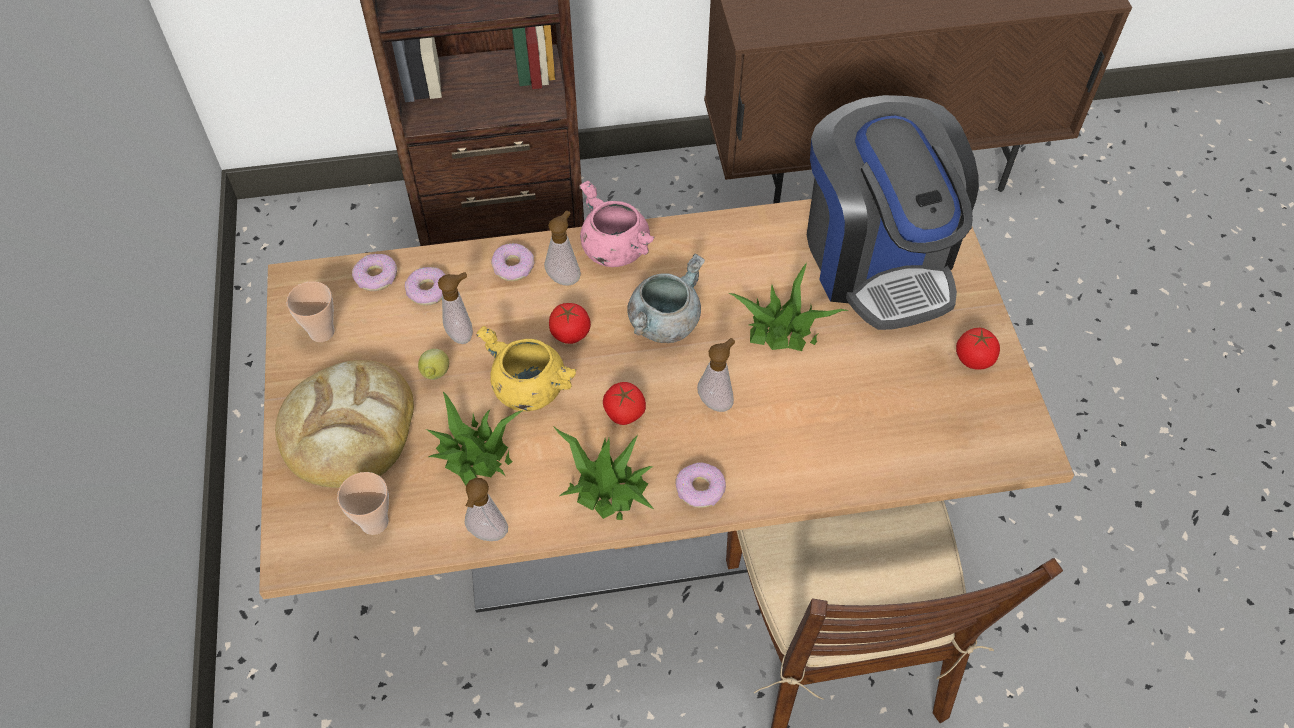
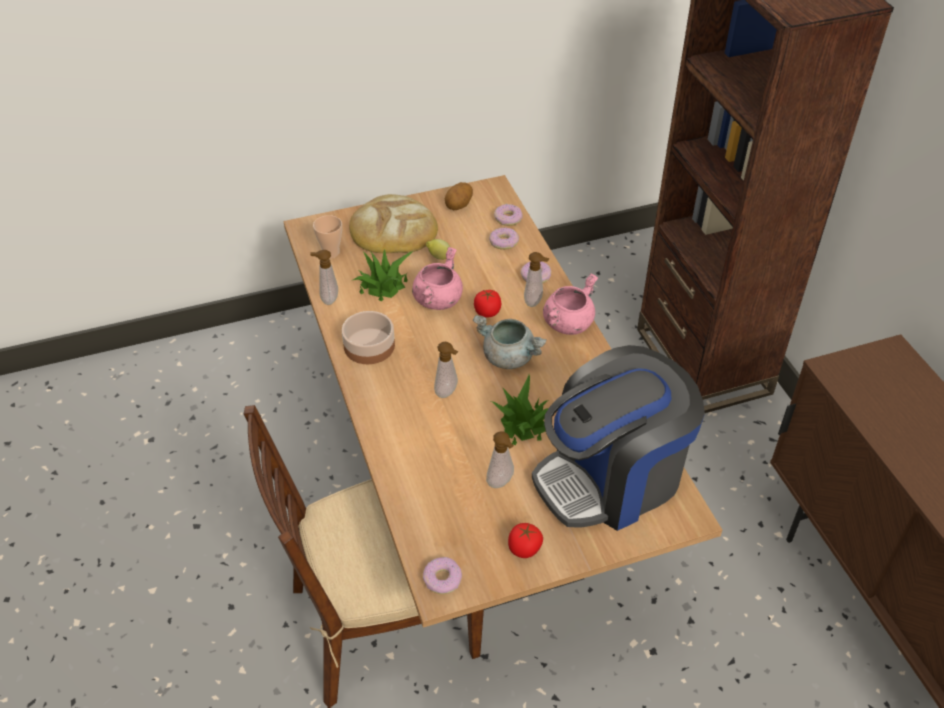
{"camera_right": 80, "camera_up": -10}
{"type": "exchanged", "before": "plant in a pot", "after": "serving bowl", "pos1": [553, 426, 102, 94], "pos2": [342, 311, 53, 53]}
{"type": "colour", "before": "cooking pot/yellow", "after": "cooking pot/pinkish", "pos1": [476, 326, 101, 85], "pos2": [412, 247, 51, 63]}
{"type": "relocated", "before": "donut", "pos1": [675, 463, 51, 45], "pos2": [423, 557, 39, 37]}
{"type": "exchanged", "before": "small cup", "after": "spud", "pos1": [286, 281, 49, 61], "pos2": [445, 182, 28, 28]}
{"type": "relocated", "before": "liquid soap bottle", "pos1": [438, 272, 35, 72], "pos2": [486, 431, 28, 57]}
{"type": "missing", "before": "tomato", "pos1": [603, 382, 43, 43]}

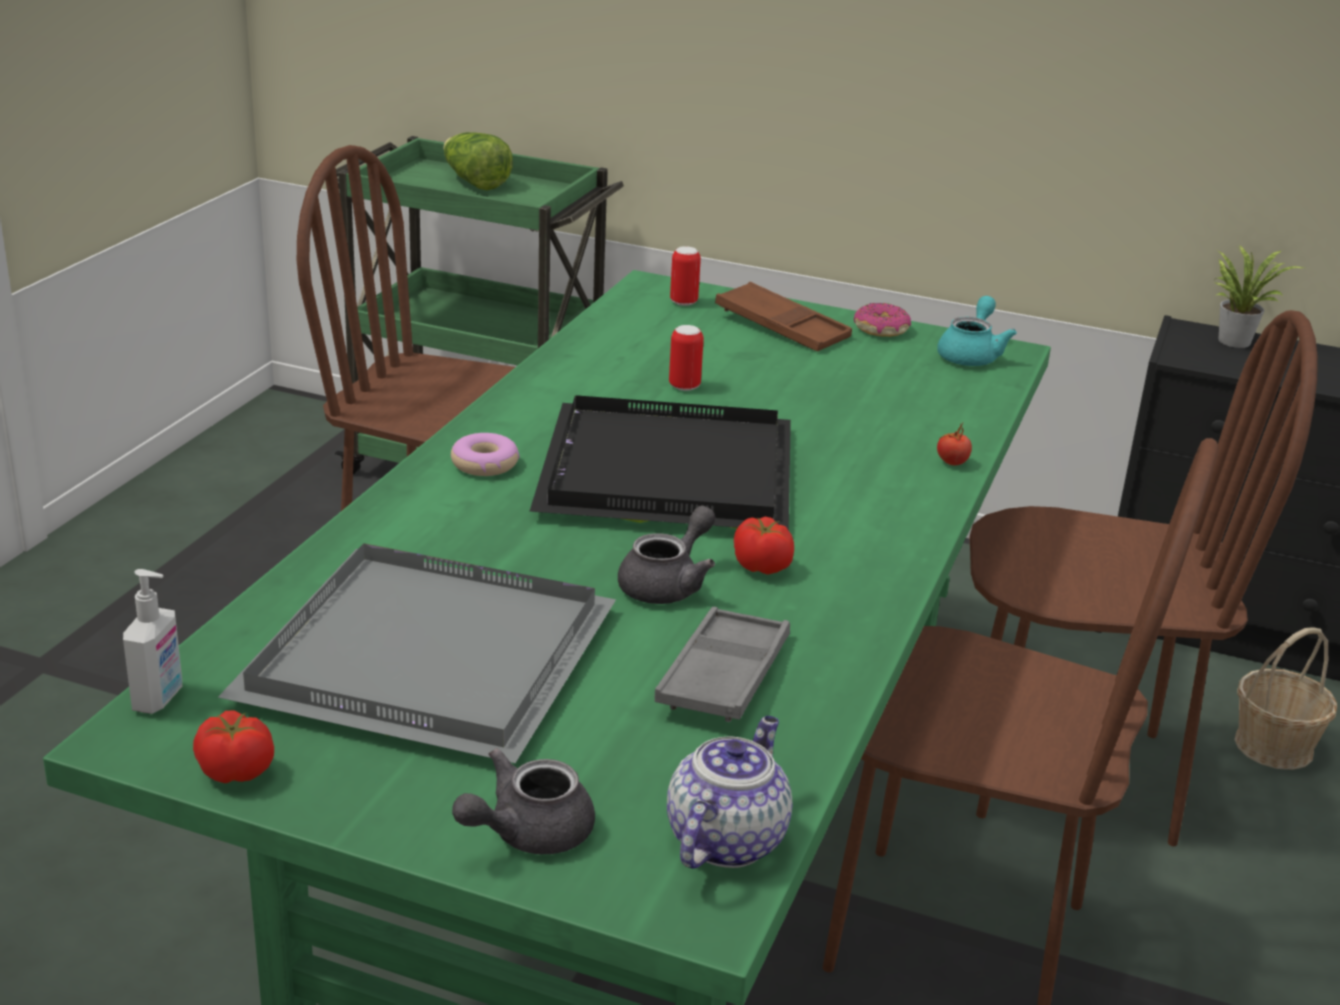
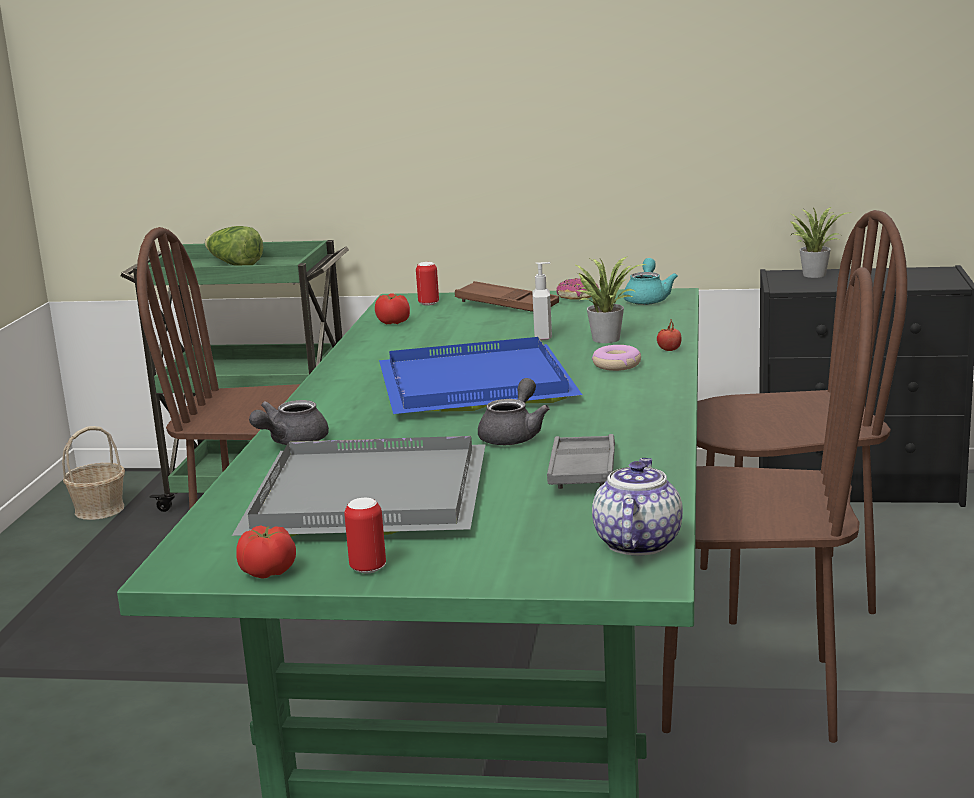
{"camera_right": -10, "camera_up": -10}
{"type": "relocated", "before": "household basket", "pos1": [1234, 627, 103, 143], "pos2": [62, 426, 63, 94]}
{"type": "relocated", "before": "tea pot/greyish", "pos1": [452, 748, 143, 107], "pos2": [249, 400, 80, 45]}
{"type": "relocated", "before": "metal can", "pos1": [669, 325, 35, 66], "pos2": [344, 498, 42, 75]}
{"type": "relocated", "before": "tomato", "pos1": [734, 517, 60, 58], "pos2": [375, 293, 35, 31]}
{"type": "colour", "before": "tray/blackish", "after": "tray/bluish", "pos1": [530, 395, 261, 135], "pos2": [379, 337, 203, 77]}
{"type": "relocated", "before": "liquid soap bottle", "pos1": [123, 569, 59, 145], "pos2": [532, 262, 20, 79]}
{"type": "appeared", "after": "plant in a pot", "pos2": [574, 256, 72, 87]}
{"type": "relocated", "before": "donut", "pos1": [451, 433, 69, 43], "pos2": [592, 345, 49, 26]}

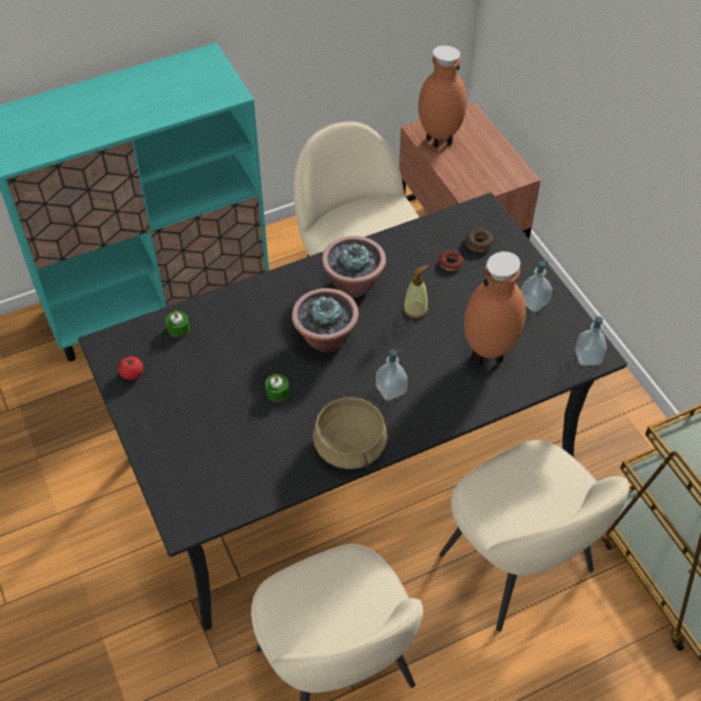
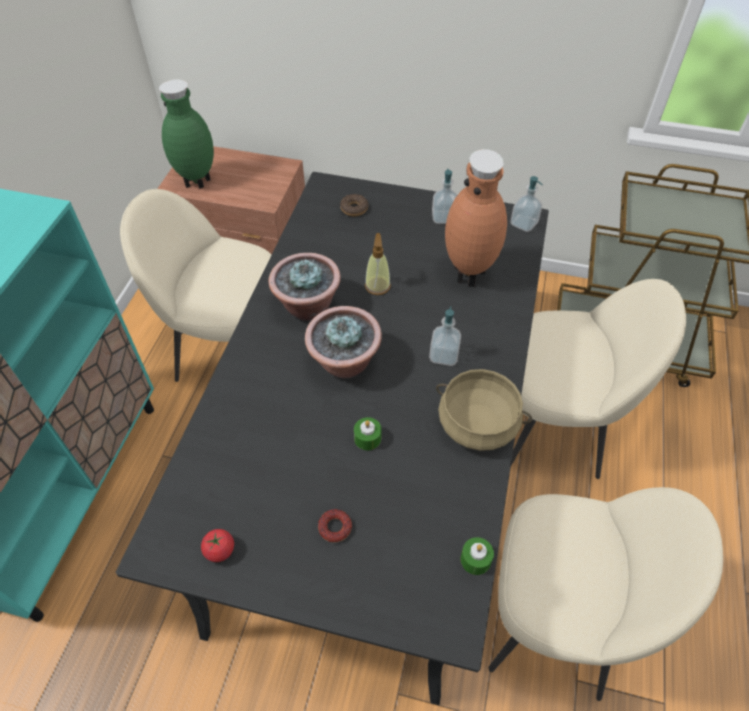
{"camera_right": -50, "camera_up": 0}
{"type": "colour", "before": "decorative vase/brown-coloured", "after": "decorative vase/green", "pos1": [418, 45, 49, 103], "pos2": [159, 80, 55, 109]}
{"type": "relocated", "before": "donut", "pos1": [439, 251, 24, 20], "pos2": [318, 509, 34, 34]}
{"type": "relocated", "before": "wax light/green", "pos1": [166, 311, 24, 26], "pos2": [461, 537, 33, 38]}

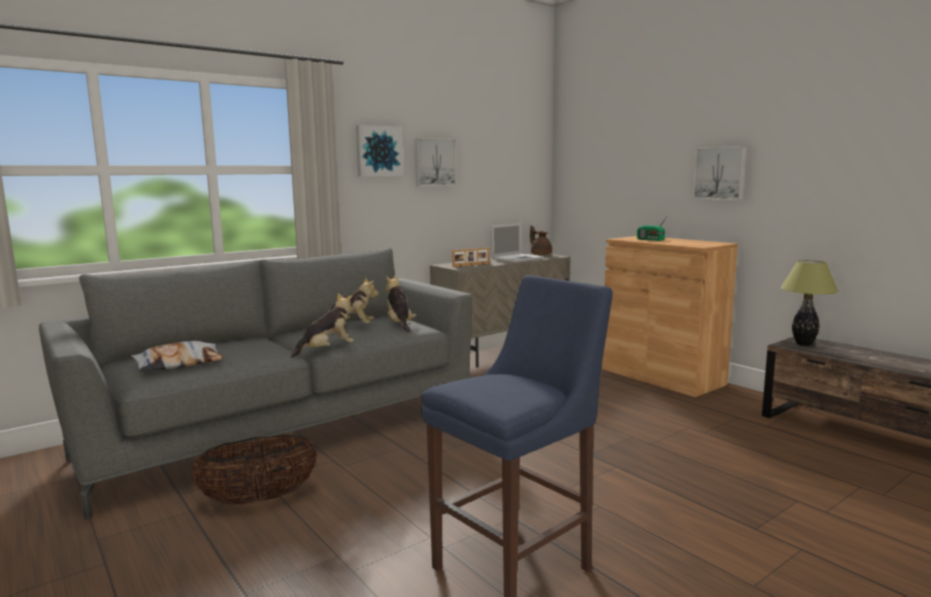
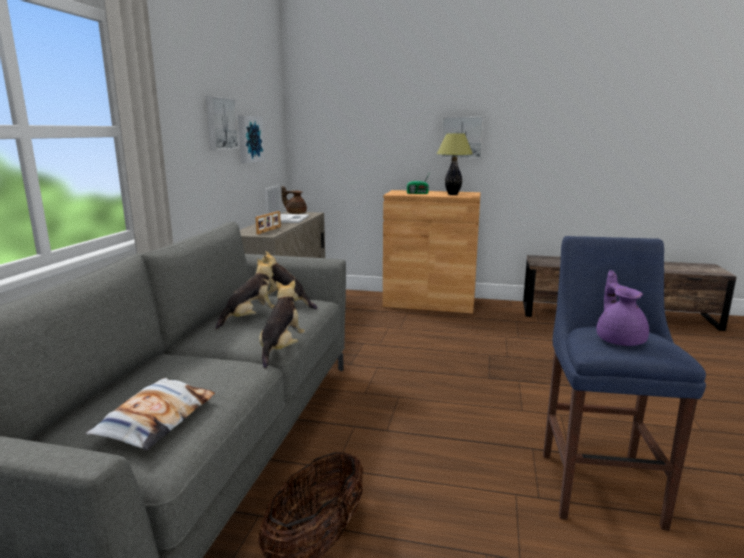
{"camera_right": -40, "camera_up": 5}
{"type": "relocated", "before": "picture", "pos1": [356, 125, 47, 52], "pos2": [238, 116, 27, 47]}
{"type": "relocated", "before": "tabletop lamp", "pos1": [781, 260, 58, 86], "pos2": [437, 133, 36, 62]}
{"type": "appeared", "after": "tea pot/purple-coloured", "pos2": [597, 270, 52, 76]}

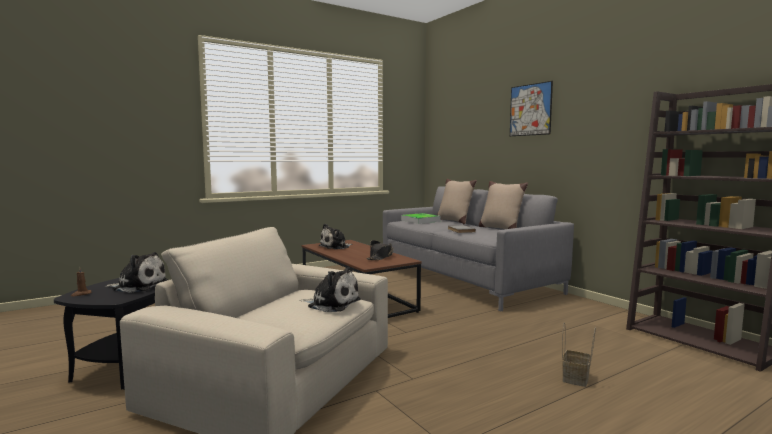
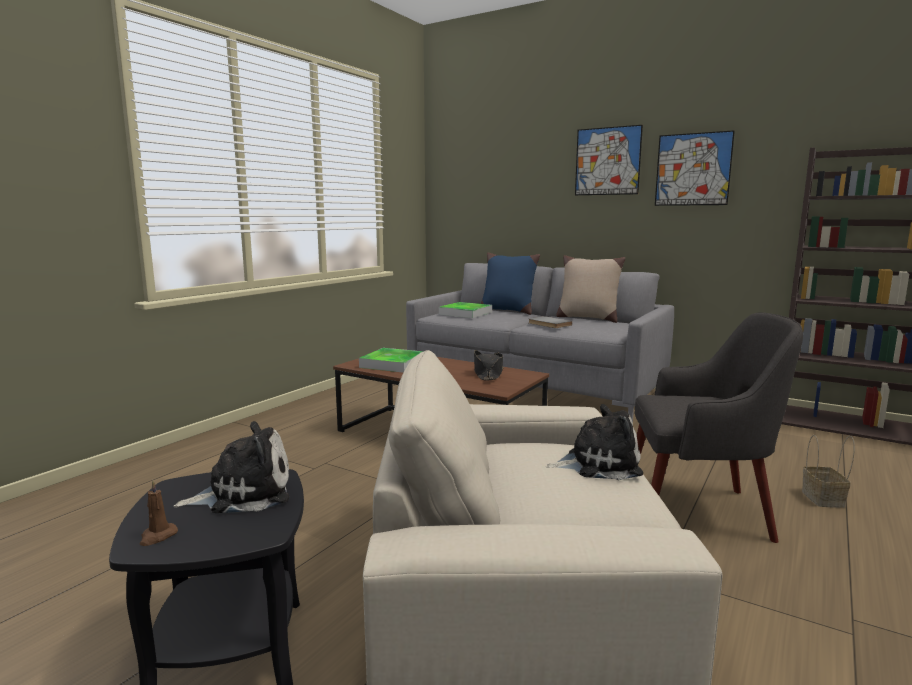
{"camera_right": -25, "camera_up": 5}
{"type": "exchanged", "before": "cuddly toy", "after": "tray", "pos1": [319, 223, 34, 27], "pos2": [359, 348, 65, 25]}
{"type": "colour", "before": "pillow/sand-coloured", "after": "pillow/bluish", "pos1": [437, 179, 40, 46], "pos2": [481, 253, 59, 62]}
{"type": "appeared", "after": "armchair/greyish", "pos2": [635, 312, 168, 231]}
{"type": "appeared", "after": "picture", "pos2": [655, 130, 80, 76]}

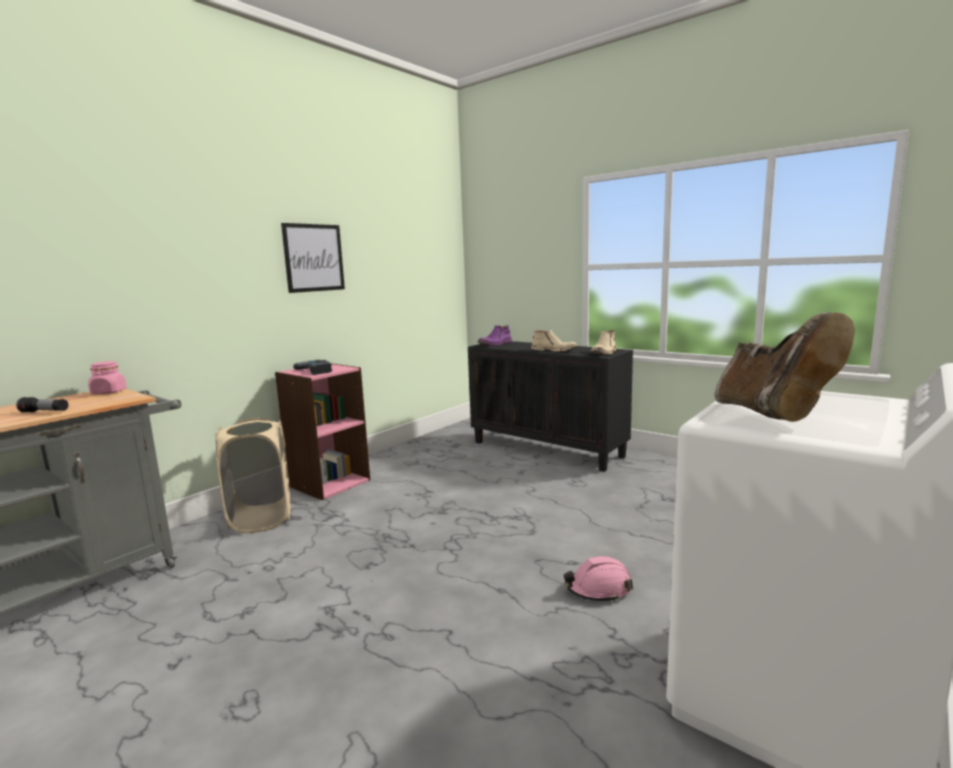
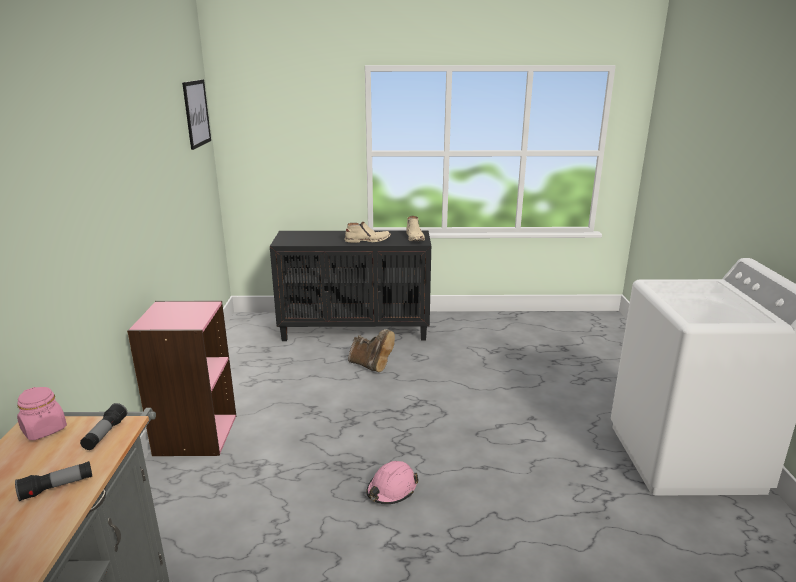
{"camera_right": -40, "camera_up": 10}
{"type": "appeared", "after": "torch", "pos2": [80, 403, 47, 47]}
{"type": "relocated", "before": "picture", "pos1": [281, 223, 64, 70], "pos2": [182, 79, 29, 71]}
{"type": "relocated", "before": "high-top boot/brown-coloured", "pos1": [714, 312, 141, 110], "pos2": [348, 329, 47, 43]}
{"type": "relocated", "before": "work helmet/pinkish", "pos1": [564, 556, 69, 46], "pos2": [366, 461, 53, 43]}
{"type": "missing", "before": "washing basket/sand-coloured", "pos1": [216, 418, 75, 115]}
{"type": "missing", "before": "electric drill", "pos1": [293, 360, 39, 15]}
{"type": "missing", "before": "high-top boot/purple-coloured", "pos1": [477, 325, 35, 21]}

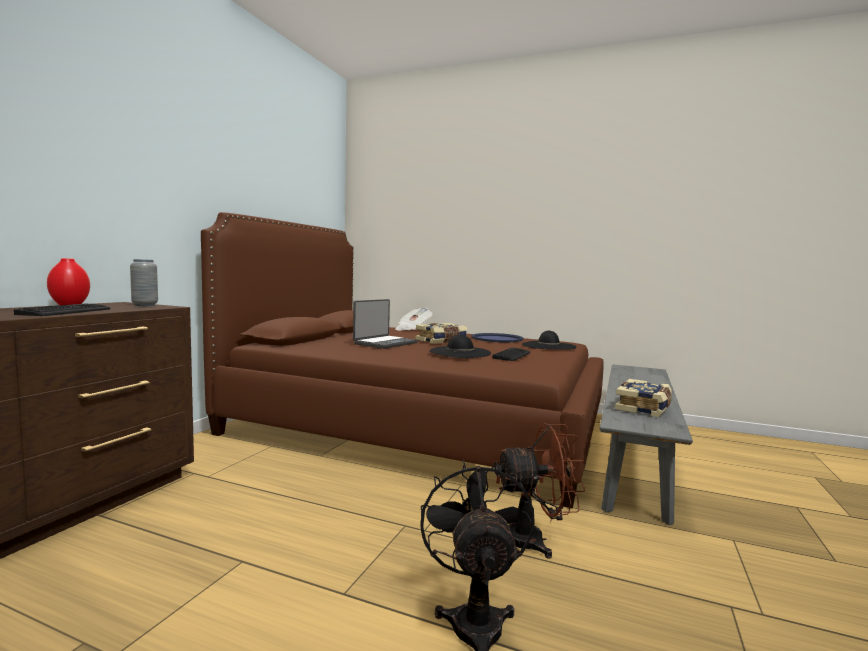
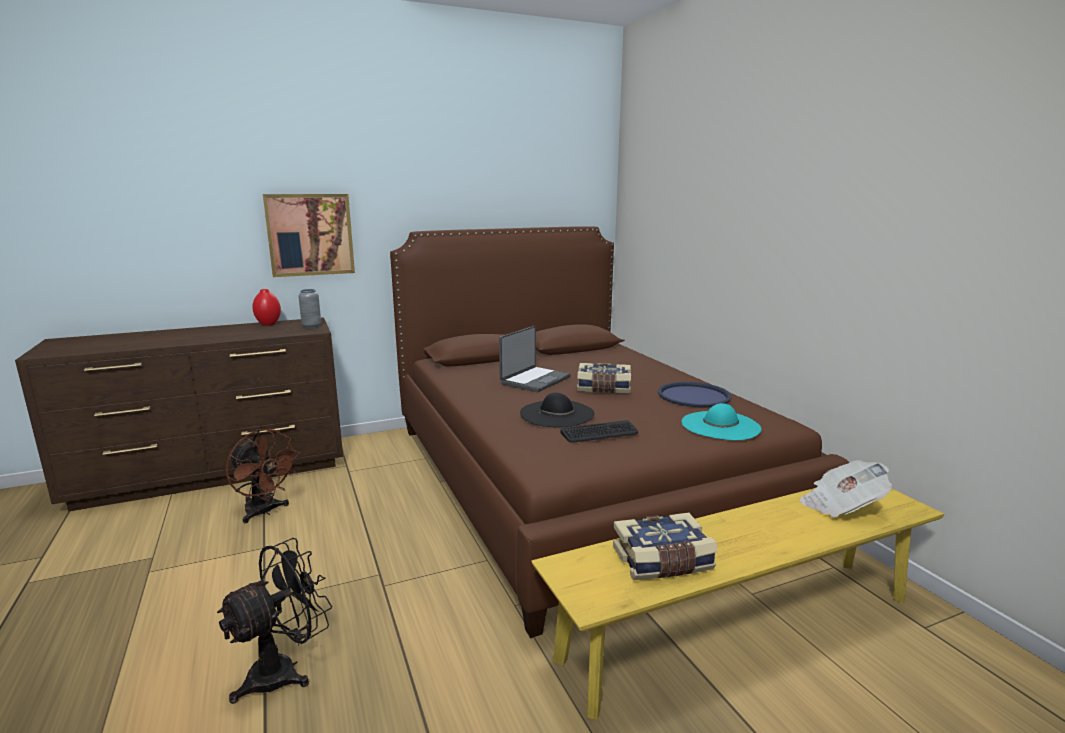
{"camera_right": 45, "camera_up": 10}
{"type": "relocated", "before": "electric fan/brown-coloured", "pos1": [495, 423, 91, 136], "pos2": [226, 429, 74, 94]}
{"type": "appeared", "after": "picture", "pos2": [263, 194, 92, 83]}
{"type": "spun", "before": "notebook computer", "pos1": [353, 299, 65, 50], "pos2": [499, 326, 72, 66], "turn": -45}
{"type": "colour", "before": "indoor bench/greyish", "after": "indoor bench/yellow", "pos1": [600, 364, 93, 161], "pos2": [531, 488, 413, 232]}
{"type": "colour", "before": "wearable hat/blackish", "after": "wearable hat/turquoise", "pos1": [522, 331, 55, 19], "pos2": [682, 403, 80, 37]}
{"type": "relocated", "before": "daily paper", "pos1": [396, 307, 37, 24], "pos2": [800, 460, 92, 58]}
{"type": "missing", "before": "PC keyboard", "pos1": [14, 304, 96, 12]}

